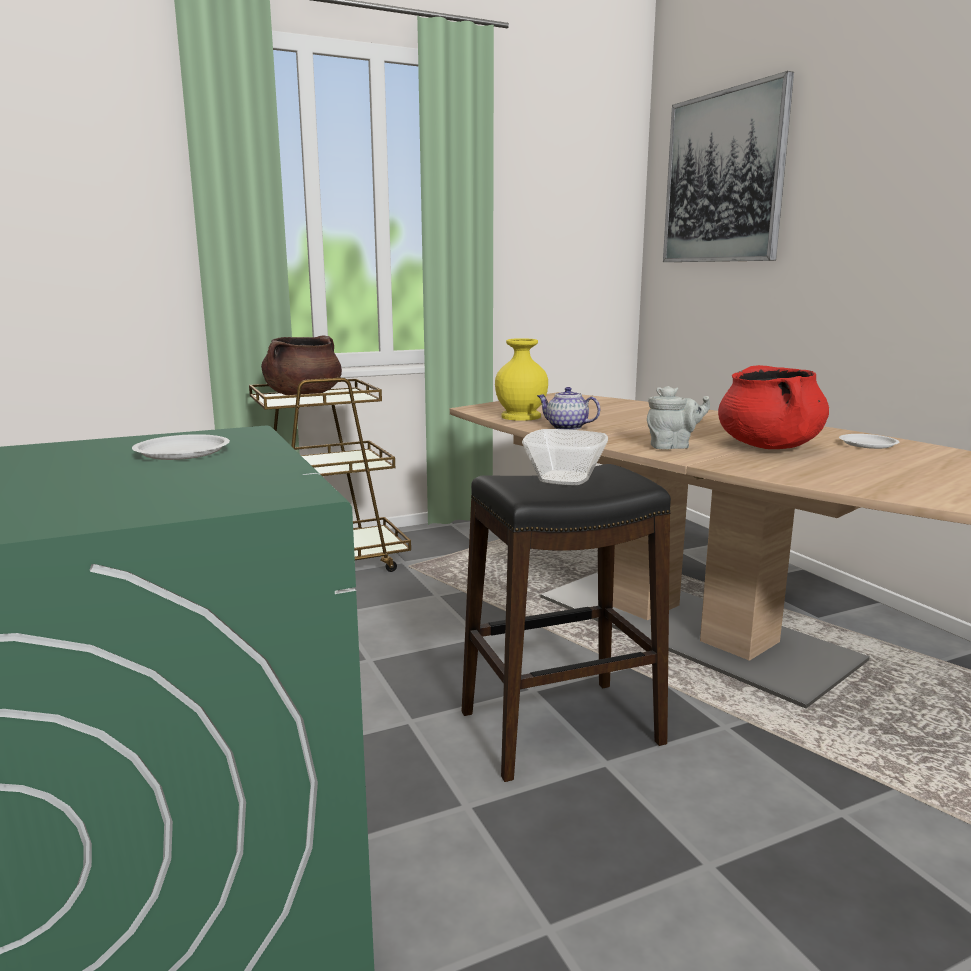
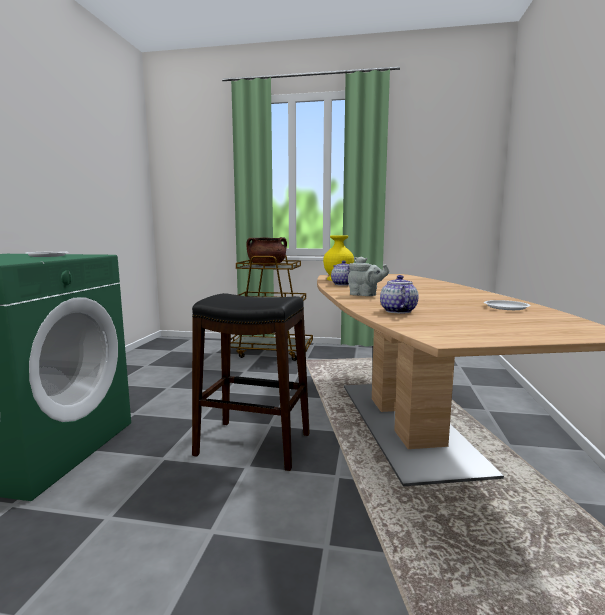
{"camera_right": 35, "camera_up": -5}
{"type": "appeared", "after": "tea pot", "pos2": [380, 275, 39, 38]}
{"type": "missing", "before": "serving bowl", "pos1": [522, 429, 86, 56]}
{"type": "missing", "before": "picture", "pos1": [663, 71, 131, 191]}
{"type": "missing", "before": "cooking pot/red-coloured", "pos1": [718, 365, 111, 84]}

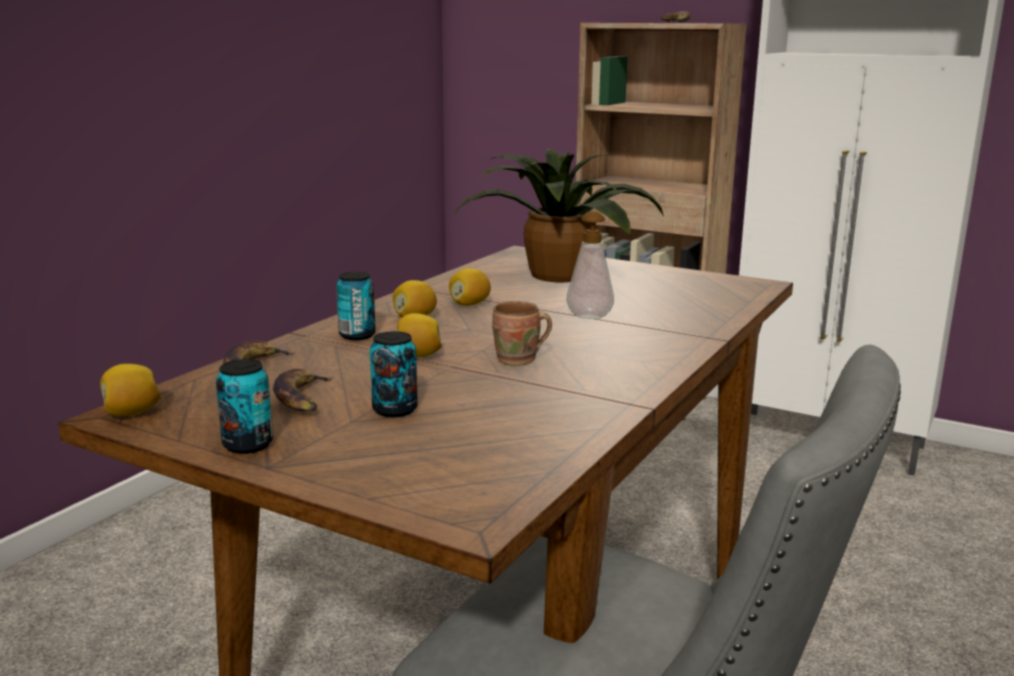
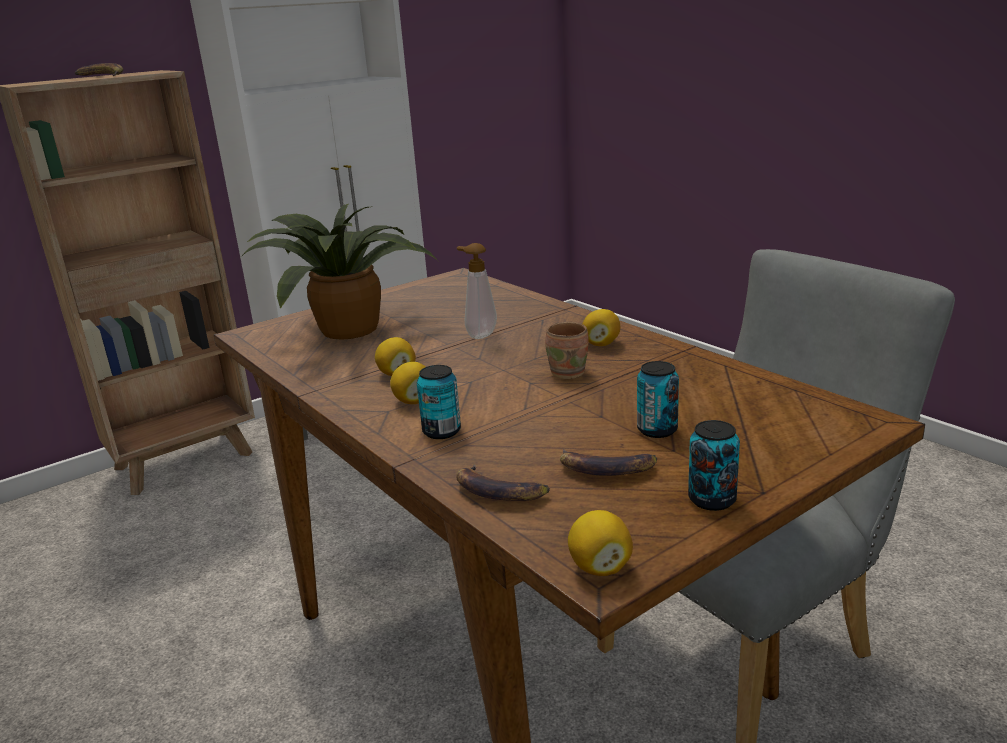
{"camera_right": -65, "camera_up": 5}
{"type": "relocated", "before": "citrus fruit", "pos1": [397, 313, 45, 44], "pos2": [582, 309, 38, 37]}

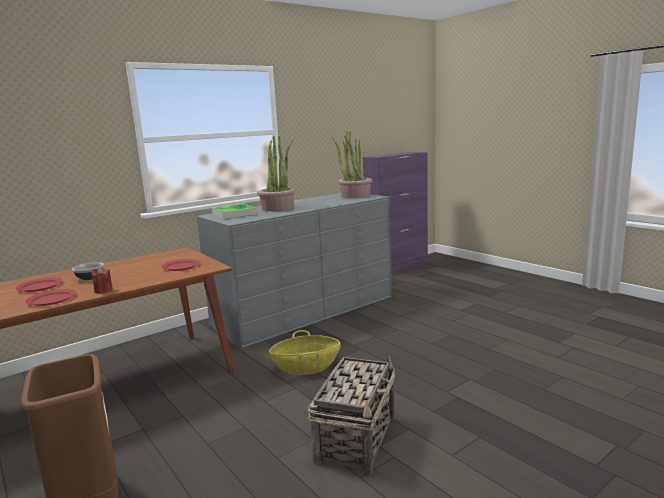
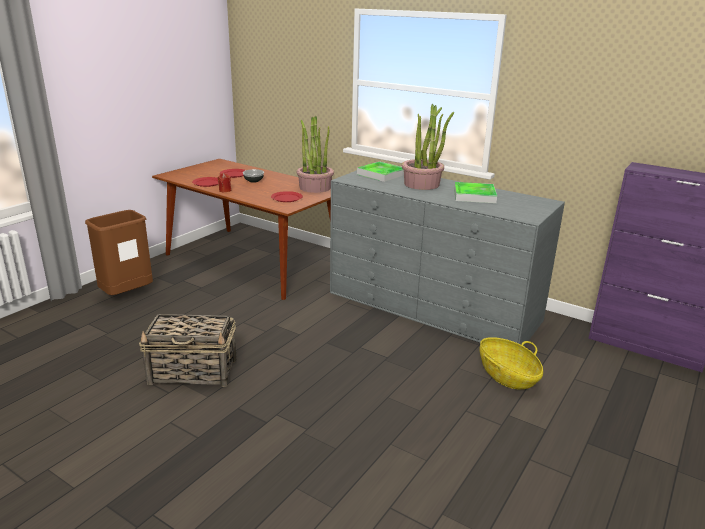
{"camera_right": 70, "camera_up": 10}
{"type": "relocated", "before": "plant in a pot", "pos1": [331, 131, 41, 67], "pos2": [296, 116, 38, 77]}
{"type": "appeared", "after": "tray", "pos2": [454, 182, 43, 21]}
{"type": "relocated", "before": "household basket", "pos1": [269, 330, 72, 45], "pos2": [480, 337, 63, 52]}

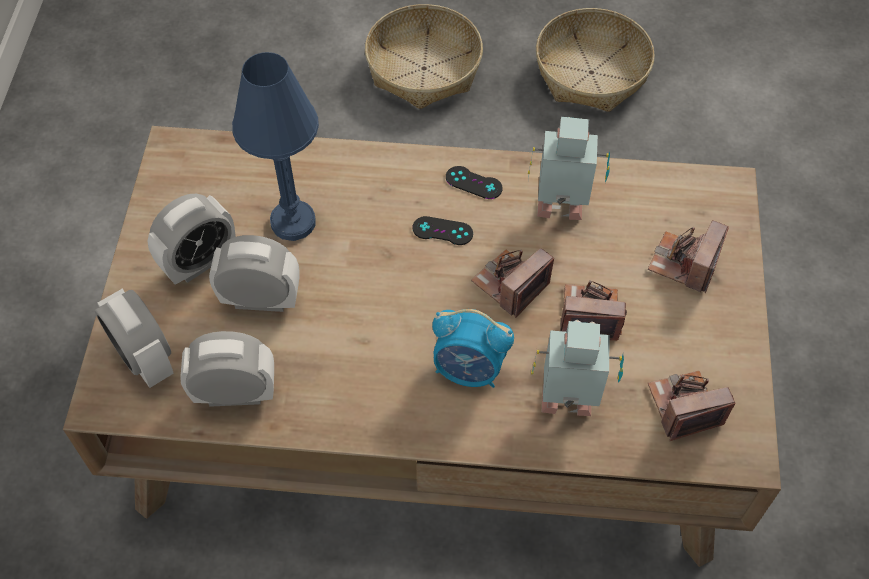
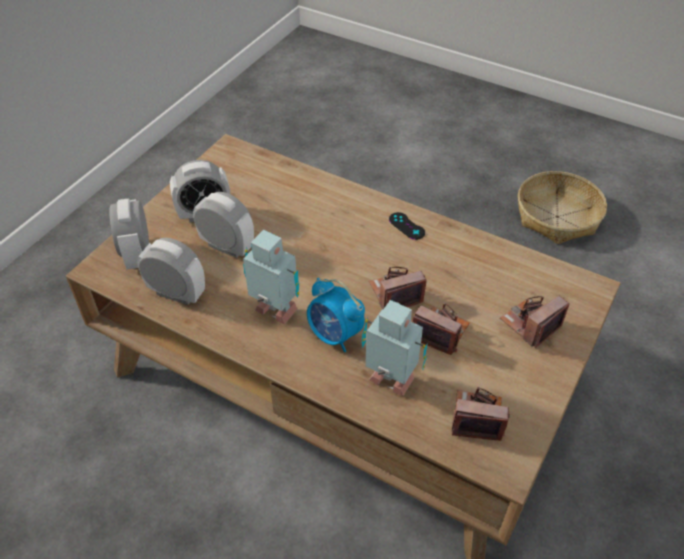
{"camera_right": 25, "camera_up": -10}
{"type": "relocated", "before": "toy robot", "pos1": [528, 117, 82, 103], "pos2": [243, 230, 56, 94]}
{"type": "missing", "before": "tabletop lamp/bluish", "pos1": [232, 52, 87, 189]}
{"type": "missing", "before": "household basket", "pos1": [365, 4, 118, 105]}
{"type": "missing", "before": "game controller/blackish", "pos1": [412, 216, 61, 29]}

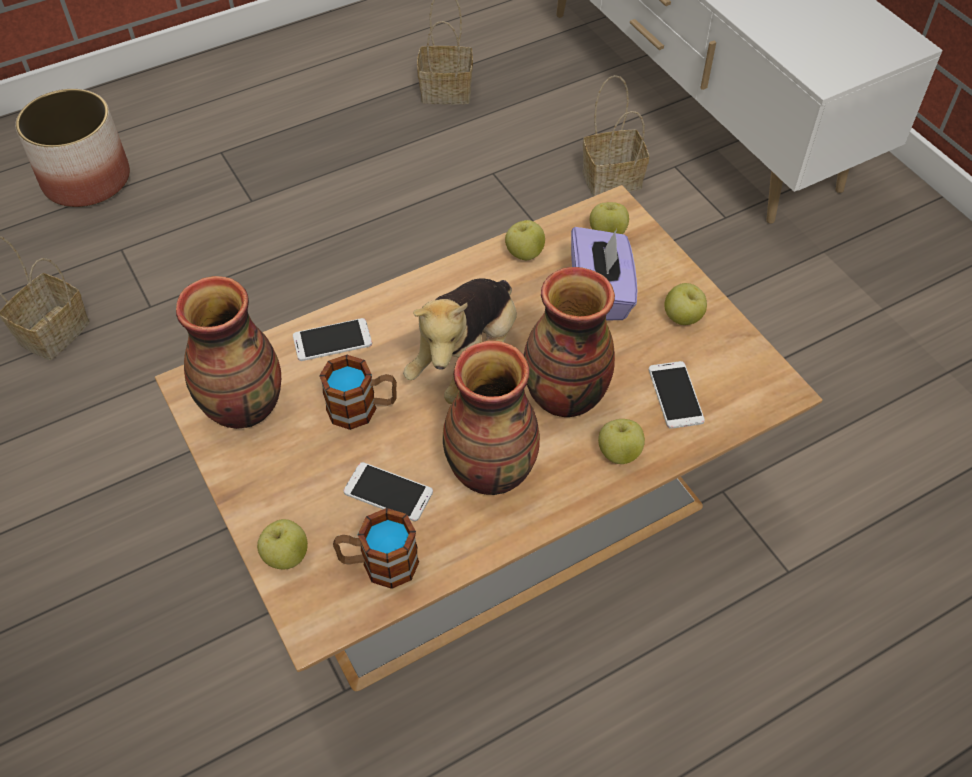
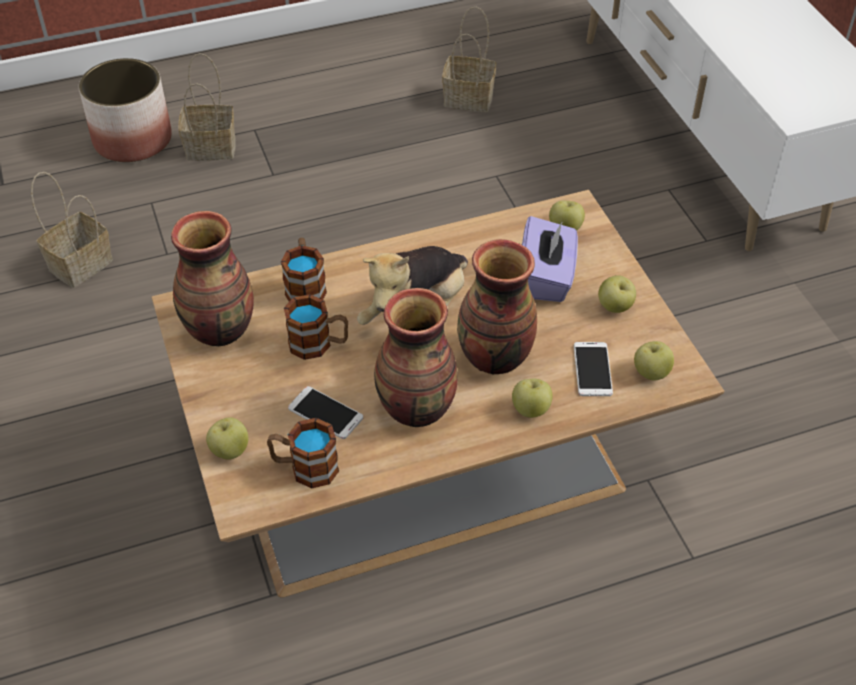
{"camera_right": 10, "camera_up": -5}
{"type": "relocated", "before": "household basket", "pos1": [583, 75, 66, 121], "pos2": [179, 53, 57, 108]}
{"type": "exchanged", "before": "handset", "after": "mug", "pos1": [293, 318, 79, 43], "pos2": [281, 238, 46, 64]}
{"type": "relocated", "before": "apple fruit", "pos1": [505, 220, 40, 40], "pos2": [634, 341, 40, 40]}

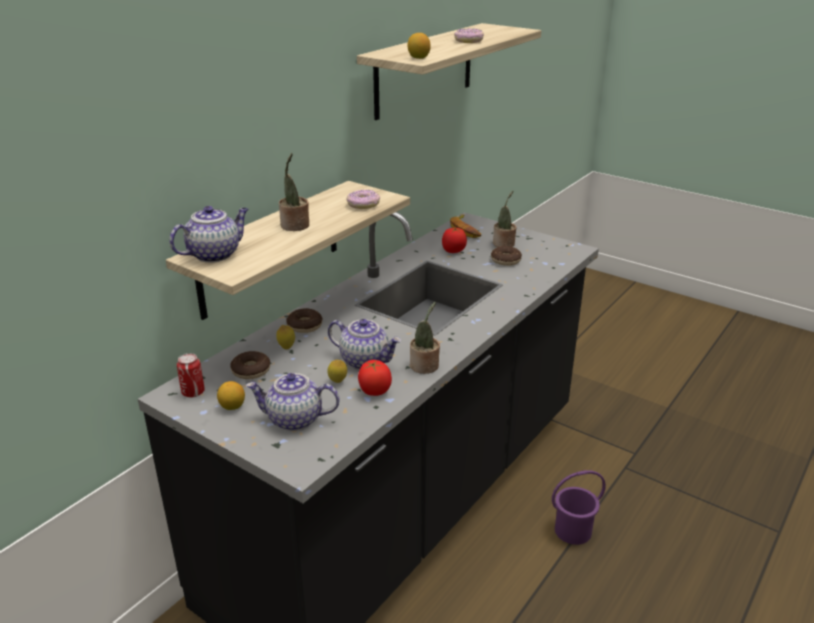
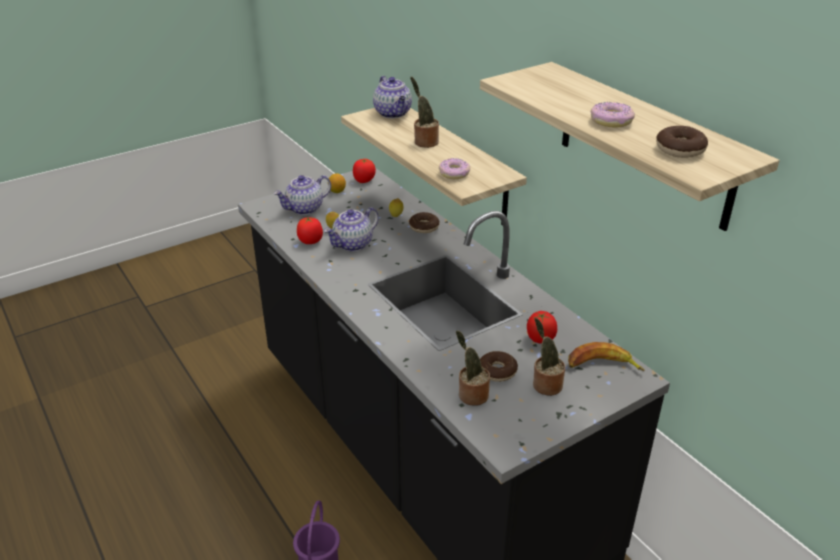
{"camera_right": 110, "camera_up": 5}
{"type": "spun", "before": "tea pot", "pos1": [246, 373, 93, 58], "pos2": [274, 175, 57, 40], "turn": -150}
{"type": "exchanged", "before": "metal can", "after": "tomato", "pos1": [177, 353, 28, 44], "pos2": [353, 159, 23, 24]}
{"type": "relocated", "before": "plant in a pot", "pos1": [410, 302, 30, 72], "pos2": [456, 330, 34, 75]}
{"type": "relocated", "before": "donut", "pos1": [230, 351, 40, 28], "pos2": [656, 126, 52, 32]}
{"type": "missing", "before": "citrus fruit", "pos1": [407, 33, 23, 26]}

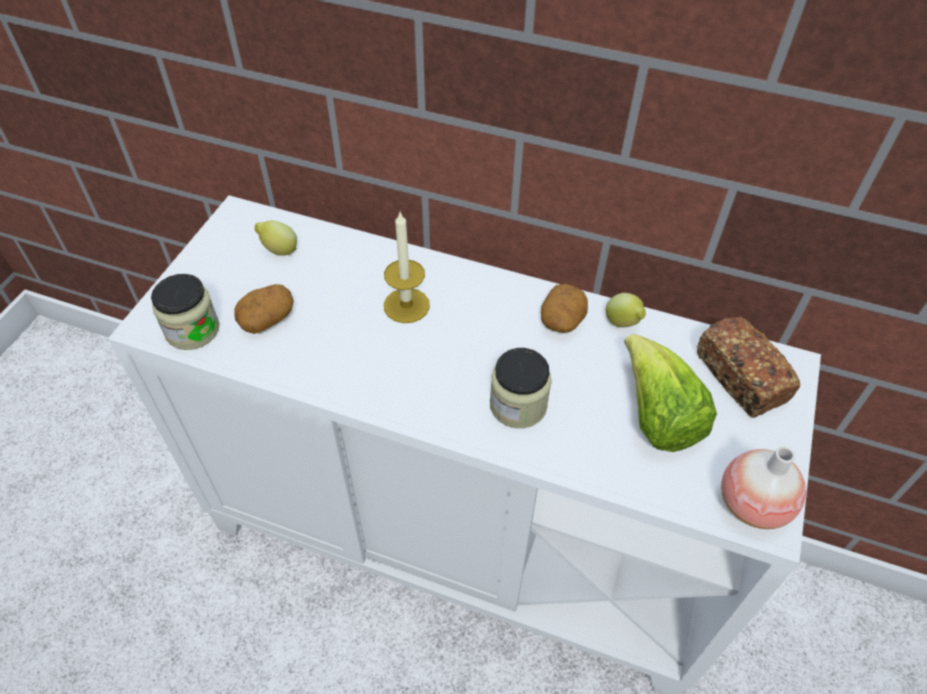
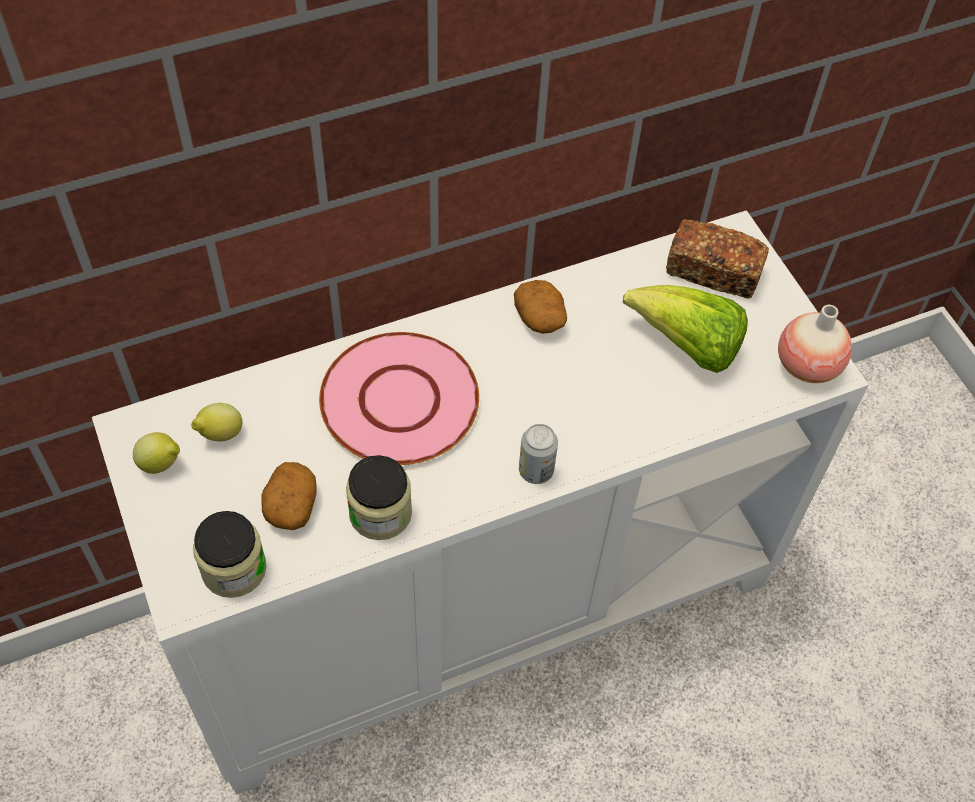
{"camera_right": -45, "camera_up": 5}
{"type": "relocated", "before": "citrus fruit", "pos1": [606, 293, 40, 34], "pos2": [133, 432, 47, 42]}
{"type": "exchanged", "before": "wax light", "after": "flat dish/pinkish", "pos1": [384, 212, 46, 111], "pos2": [319, 332, 160, 133]}
{"type": "relocated", "before": "jar", "pos1": [490, 348, 62, 80], "pos2": [346, 455, 66, 85]}
{"type": "appeared", "after": "metal can", "pos2": [519, 424, 39, 60]}

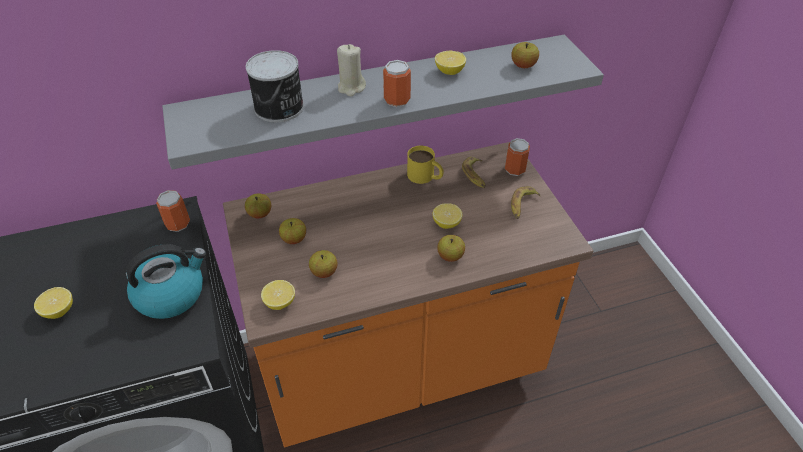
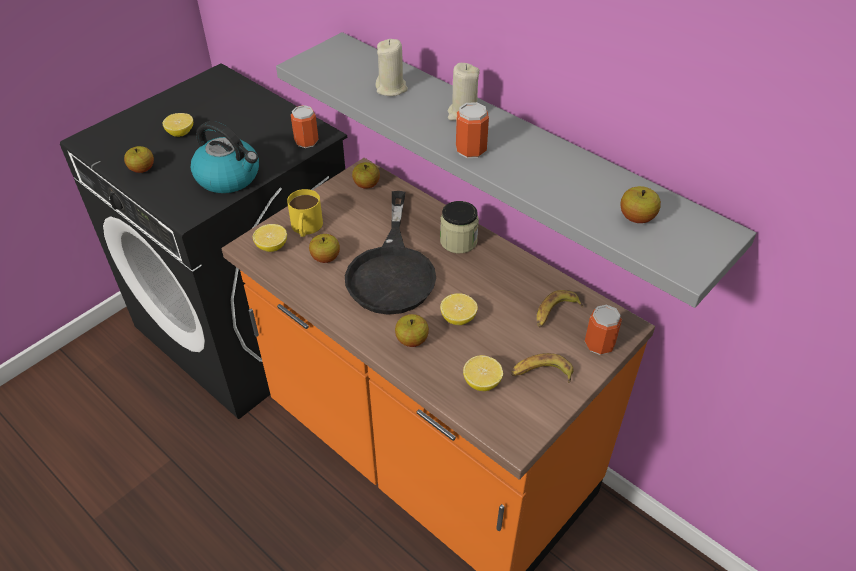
{"camera_right": 60, "camera_up": 0}
{"type": "relocated", "before": "apple fruit", "pos1": [279, 218, 27, 26], "pos2": [124, 146, 30, 27]}
{"type": "relocated", "before": "mug/yellow", "pos1": [407, 146, 37, 38], "pos2": [287, 189, 36, 48]}
{"type": "appeared", "after": "frying pan/blackish", "pos2": [345, 191, 91, 124]}
{"type": "exchanged", "before": "metal can", "after": "wax light/sand-coloured", "pos1": [246, 50, 58, 72], "pos2": [375, 39, 33, 57]}
{"type": "appeared", "after": "jar", "pos2": [440, 201, 39, 52]}
{"type": "relocated", "before": "citrus fruit", "pos1": [435, 51, 31, 24], "pos2": [463, 355, 40, 36]}

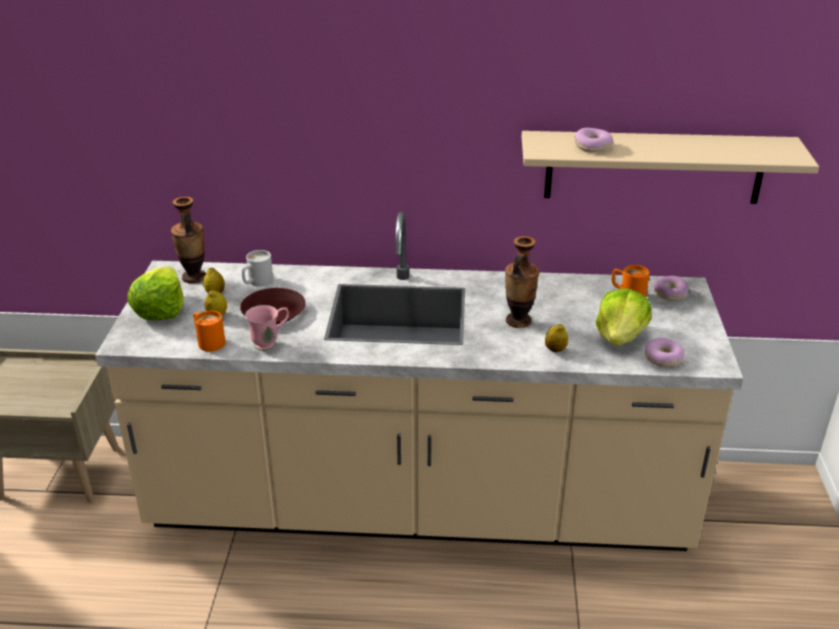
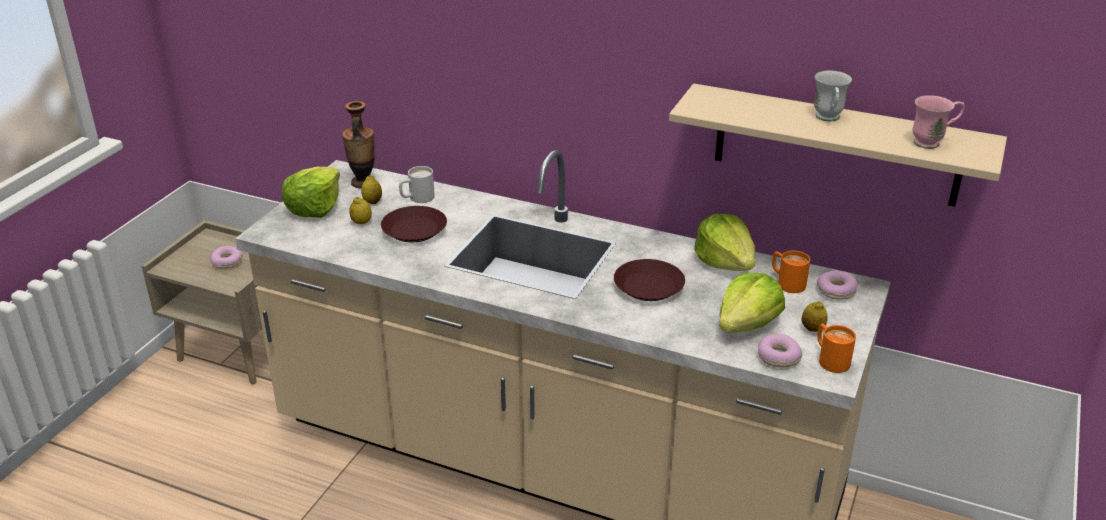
{"camera_right": 20, "camera_up": 0}
{"type": "relocated", "before": "donut", "pos1": [574, 128, 39, 24], "pos2": [210, 246, 33, 23]}
{"type": "exchanged", "before": "decorative vase", "after": "flat dish/brown-coloured", "pos1": [505, 236, 34, 92], "pos2": [614, 259, 71, 42]}
{"type": "appeared", "after": "lettuce", "pos2": [694, 214, 61, 57]}
{"type": "relocated", "before": "citrus fruit", "pos1": [545, 324, 23, 28], "pos2": [801, 301, 27, 31]}
{"type": "appeared", "after": "mug/white", "pos2": [814, 70, 38, 51]}
{"type": "relocated", "before": "mug/orange-coloured", "pos1": [193, 311, 32, 41], "pos2": [817, 323, 39, 50]}
{"type": "relocated", "before": "mug/pinkish", "pos1": [245, 305, 44, 46], "pos2": [913, 95, 52, 54]}

